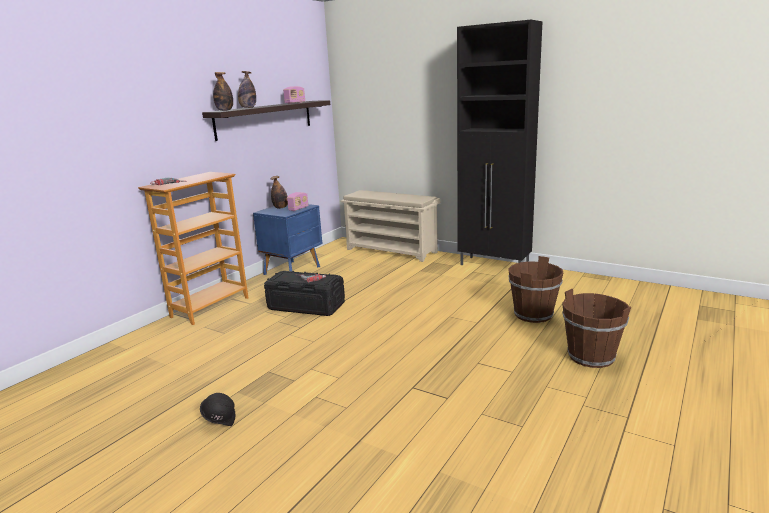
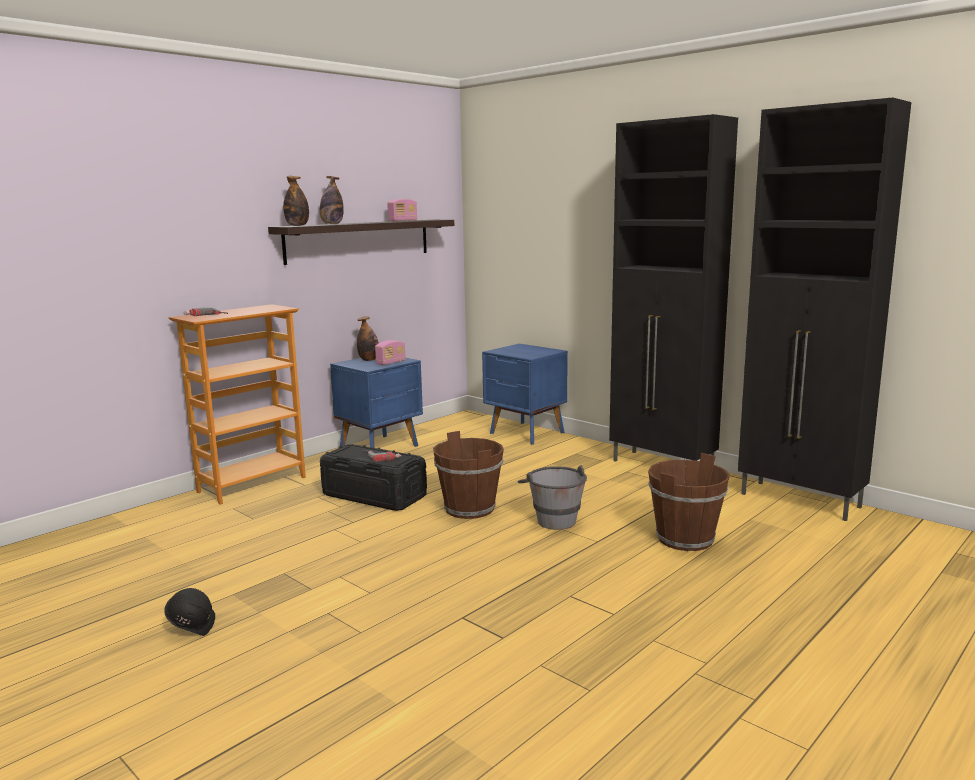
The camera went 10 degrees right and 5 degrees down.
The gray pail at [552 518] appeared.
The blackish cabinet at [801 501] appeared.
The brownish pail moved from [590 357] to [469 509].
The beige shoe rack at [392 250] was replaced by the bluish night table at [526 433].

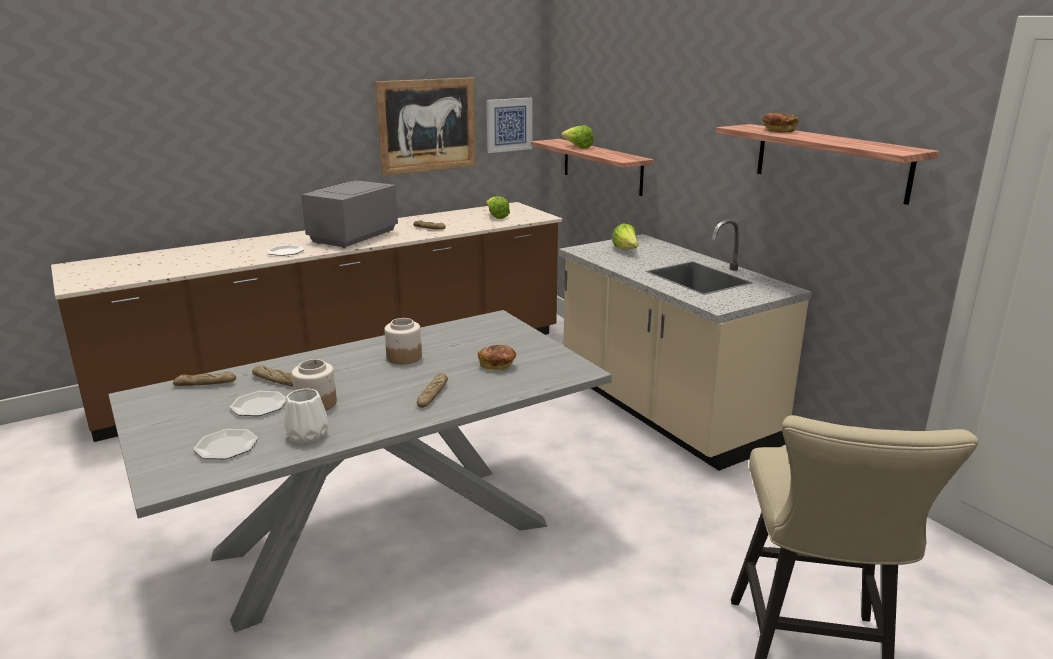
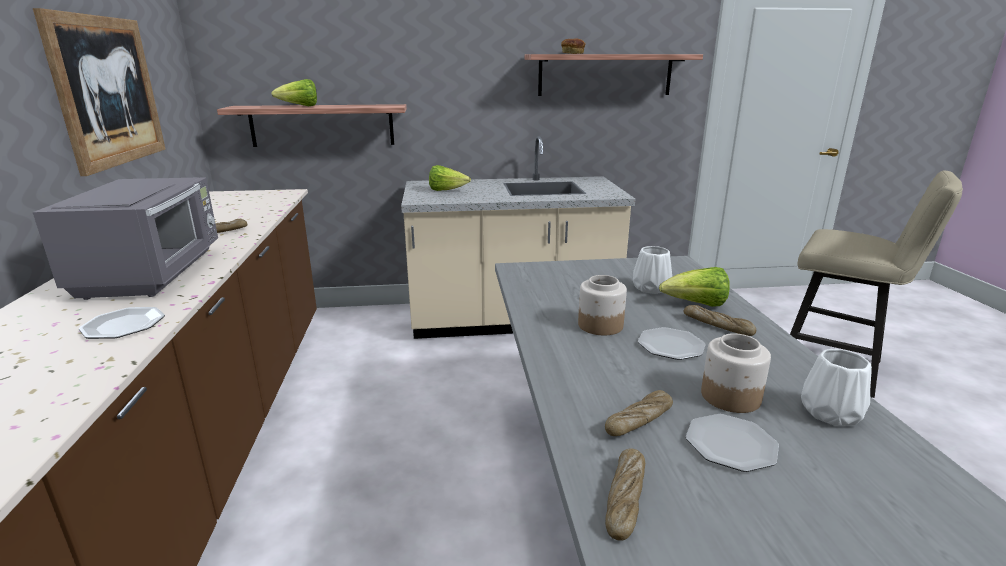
The camera went 65 degrees left and 0 degrees up.
The picture at [509 124] disappeared.
The flat dish moved from [226 447] to [671 346].
The lettuce head moved from [496 217] to [696 305].
The bakery bread at [497 366] was replaced by the whitish vase at [651 288].
The gray microwave oven at [352 237] turned 150 degrees counterclockwise.

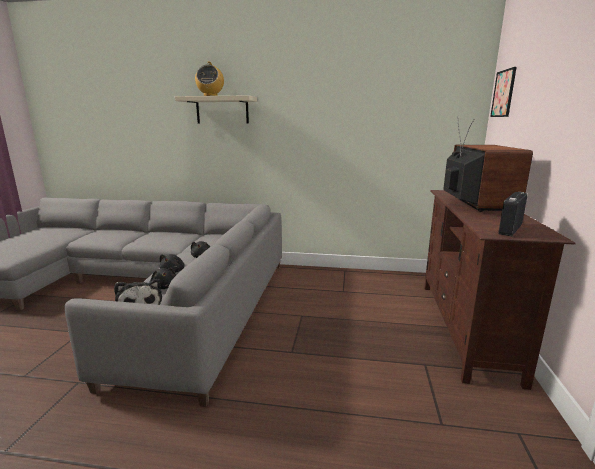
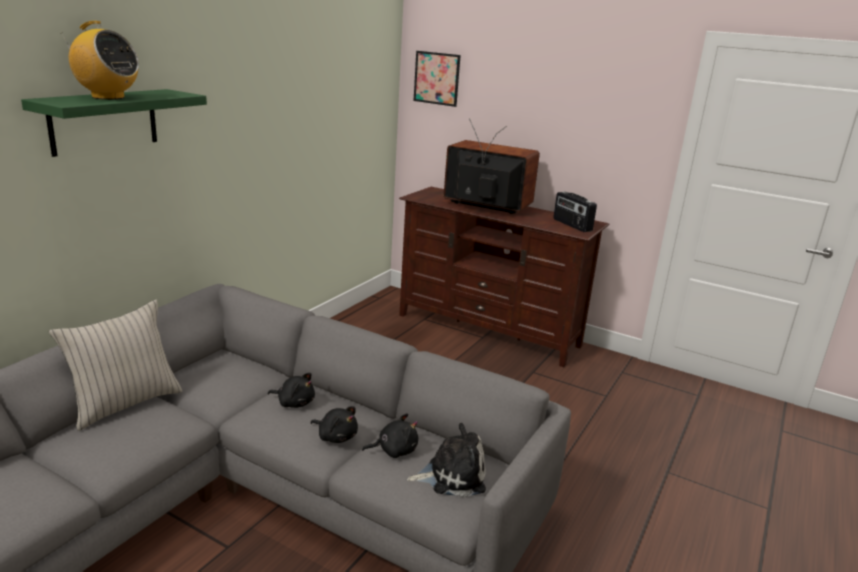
The camera went 70 degrees left and 5 degrees up.
The beige throw pillow at [124 403] appeared.
The beige bracket shelf at [222 110] became the greenish bracket shelf at [104 121].

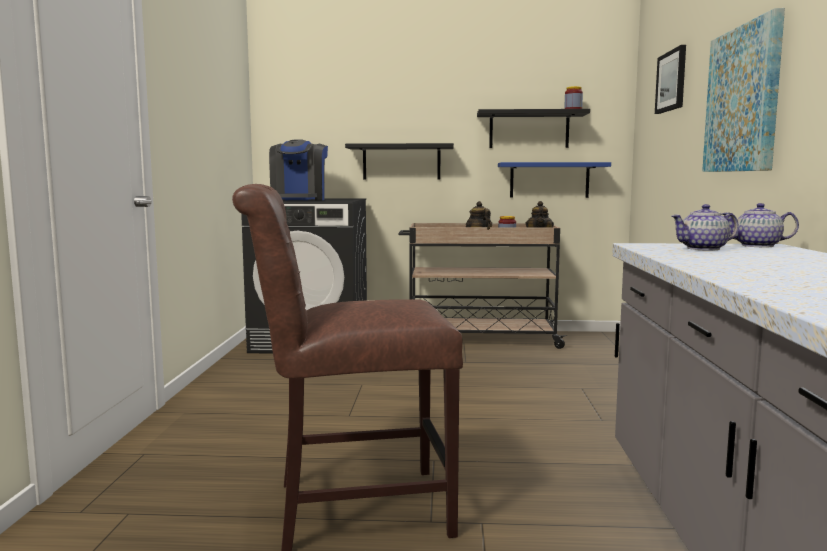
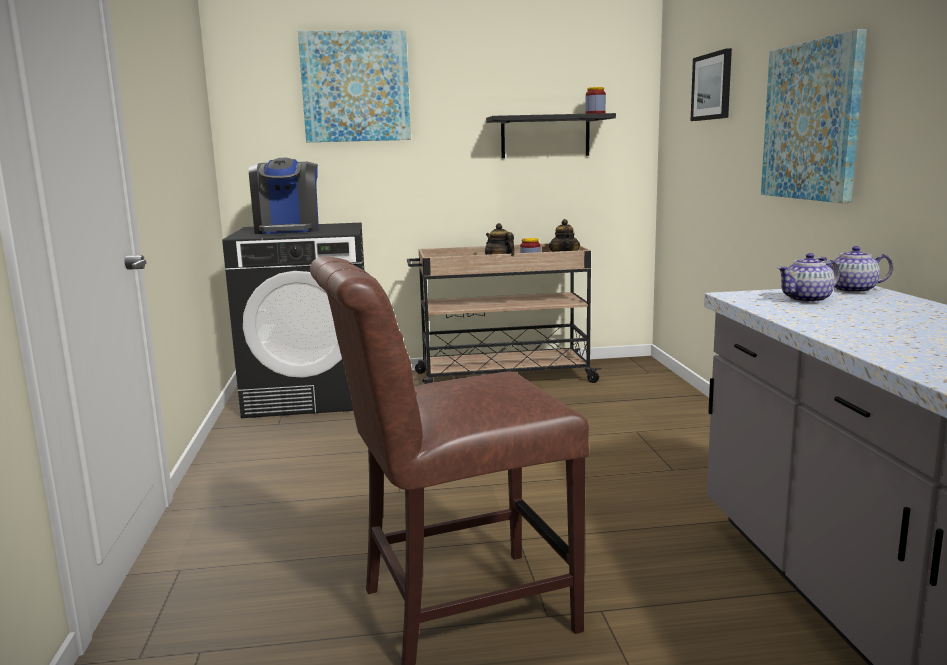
The camera went 10 degrees left and 5 degrees up.
The blackish bracket shelf at [401 162] disappeared.
The bluish bracket shelf at [549 180] disappeared.
The picture at [355 87] appeared.

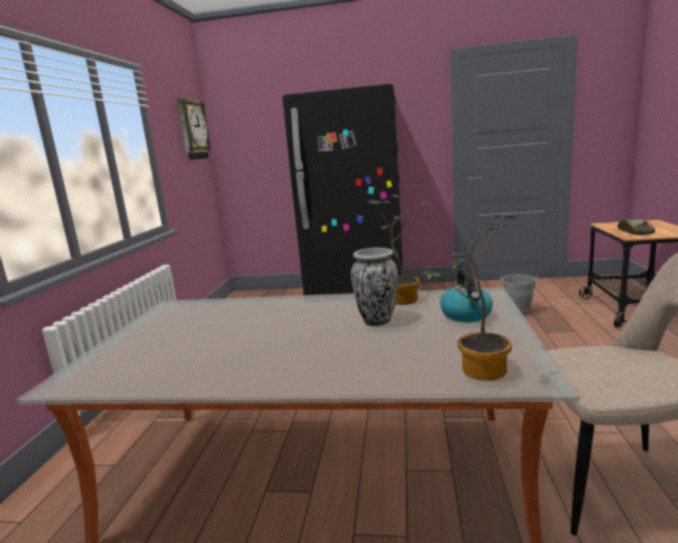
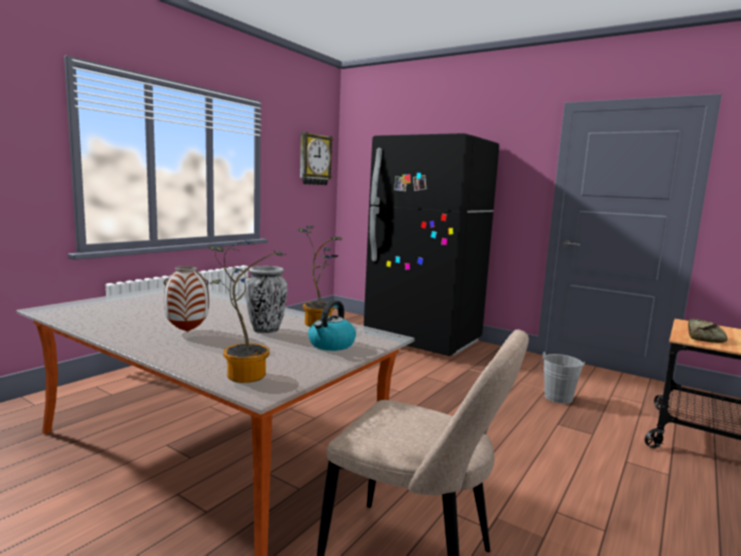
The camera went 25 degrees right and 5 degrees down.
The vase at [188 331] appeared.

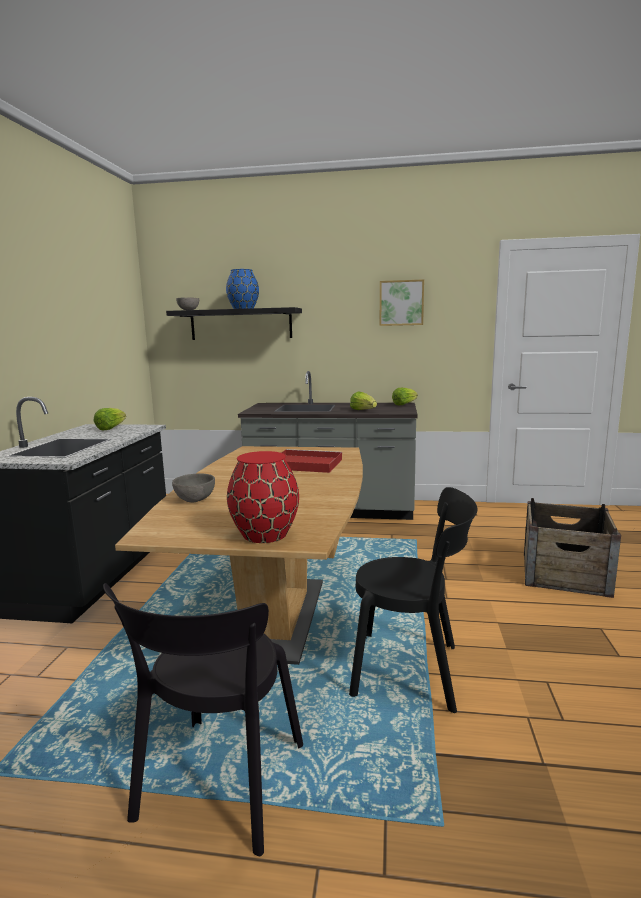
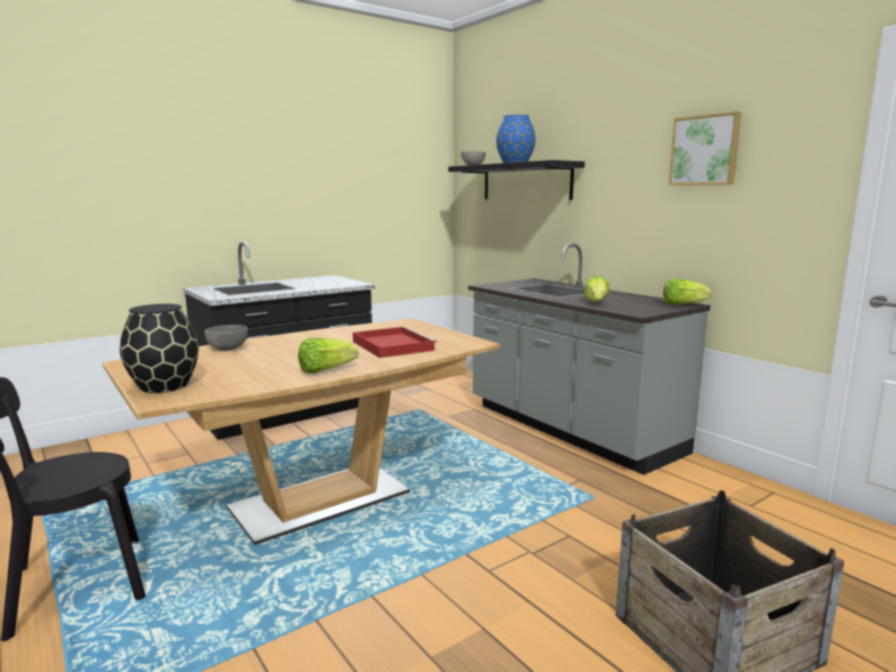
The camera went 45 degrees right and 0 degrees up.
The blackish chair at [412 671] disappeared.
The lettuce head moved from [111 428] to [325 370].
The red vase at [266 534] became the blackish vase at [164 386].

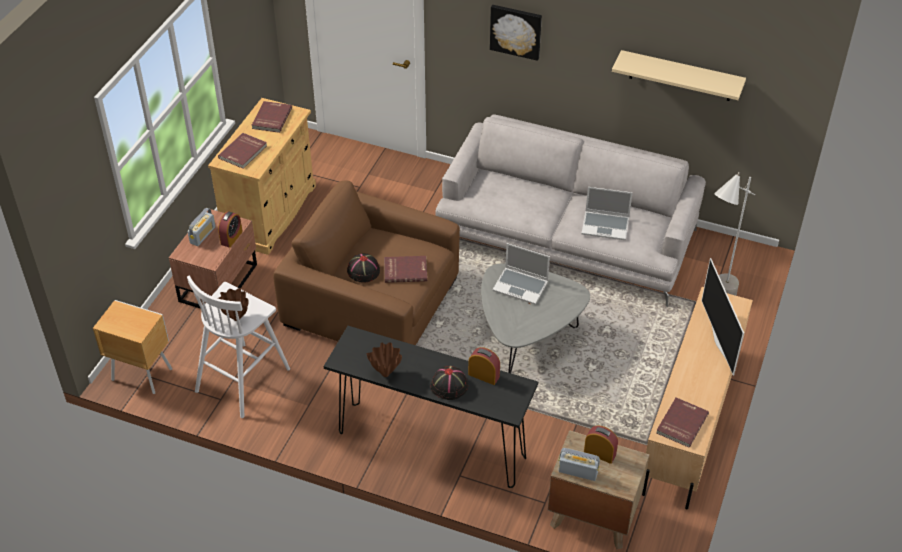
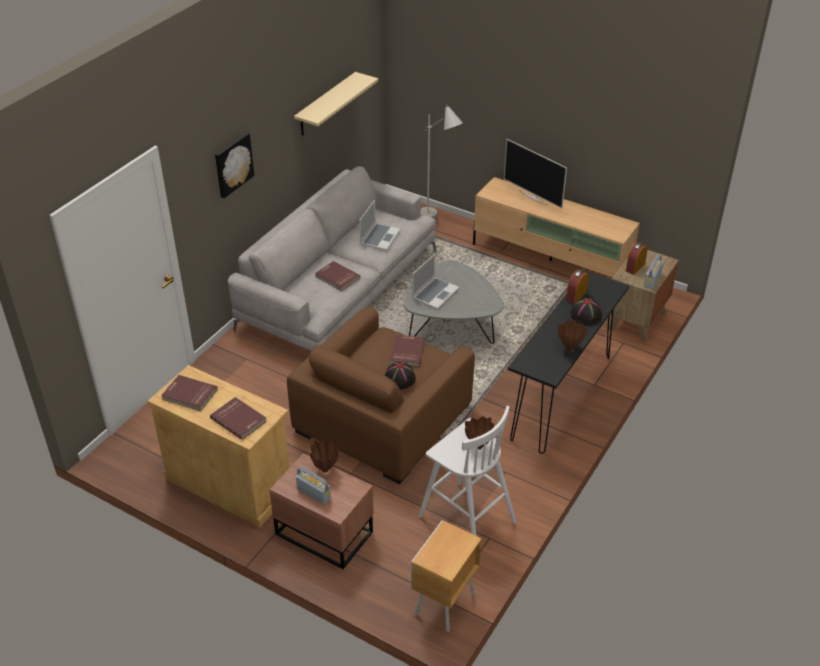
The camera went 80 degrees left and 5 degrees down.
The red volume moved from [681 423] to [337 277].
The alarm clock at [231 238] was replaced by the brownish vase at [325 470].
The TV set at [720 342] turned 45 degrees clockwise.

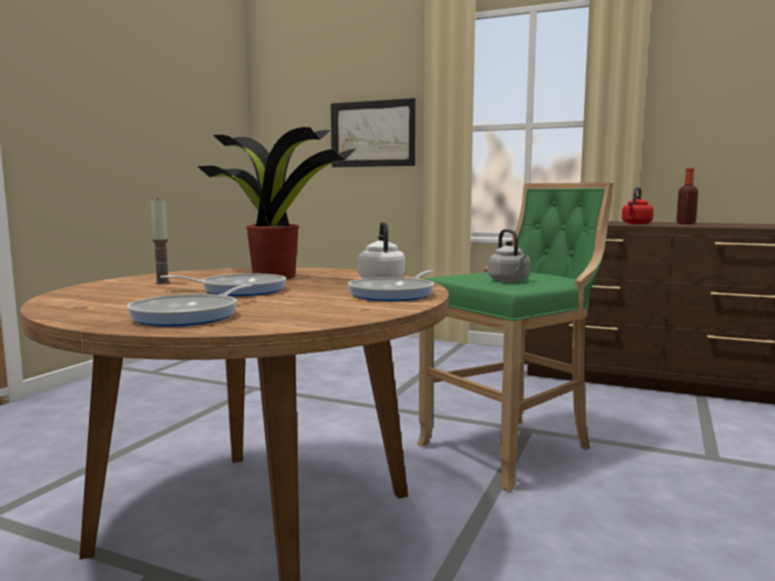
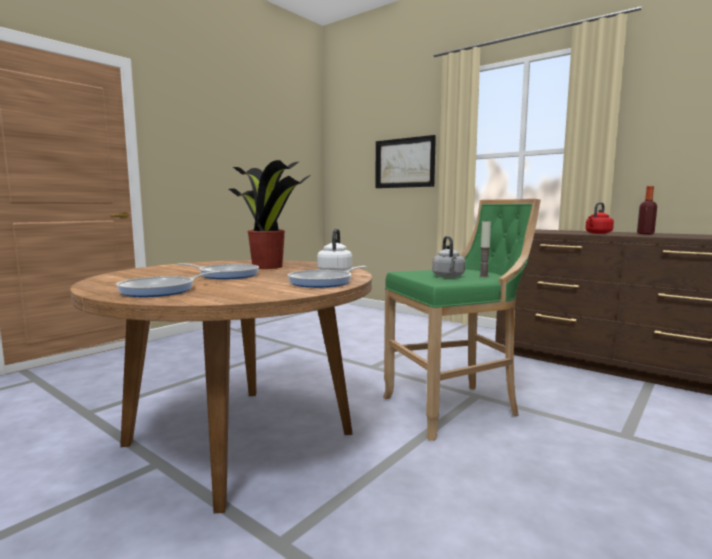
The camera went 15 degrees right and 0 degrees up.
The wax candle moved from [162 283] to [484 276].

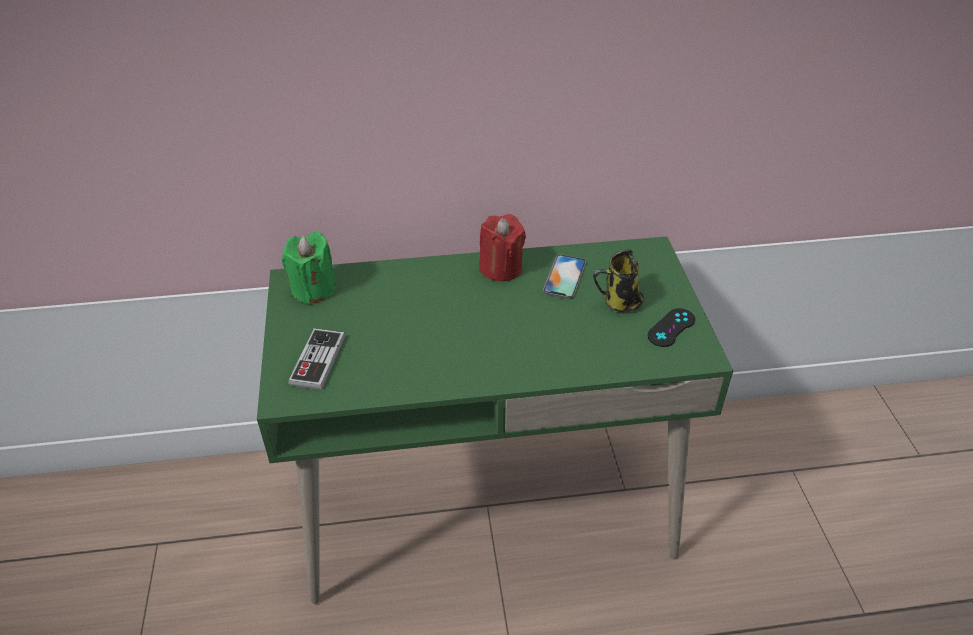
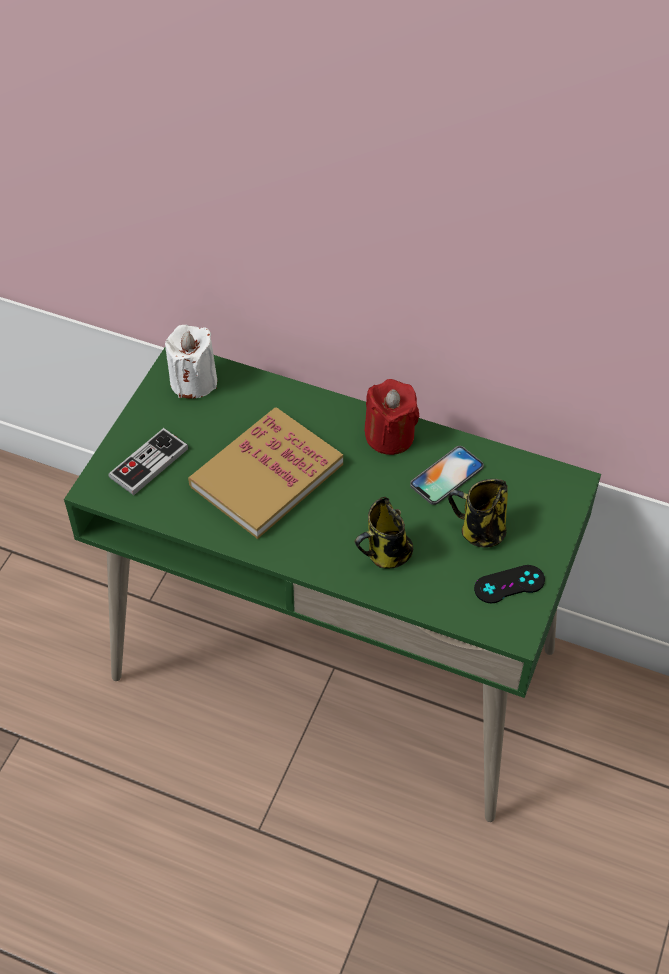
The camera went 30 degrees right and 10 degrees up.
The volume at [266 475] appeared.
The coffee mug at [385 554] appeared.
The greenish wax candle at [313 289] became the whitish wax candle at [193 381].

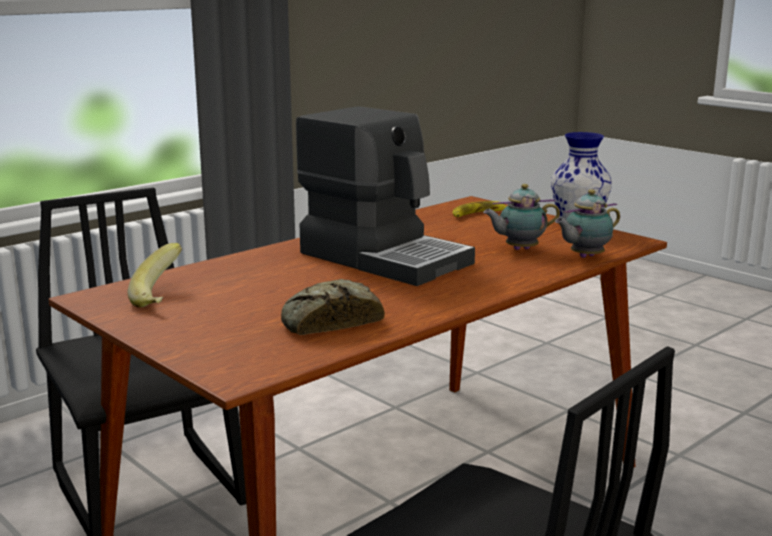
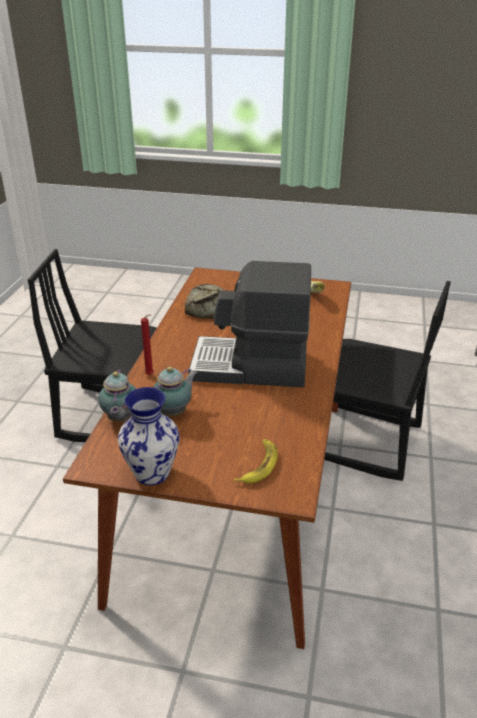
The camera went 145 degrees right and 15 degrees up.
The red wax candle at [150 375] appeared.
The pot for tea at [584 257] turned 150 degrees clockwise.

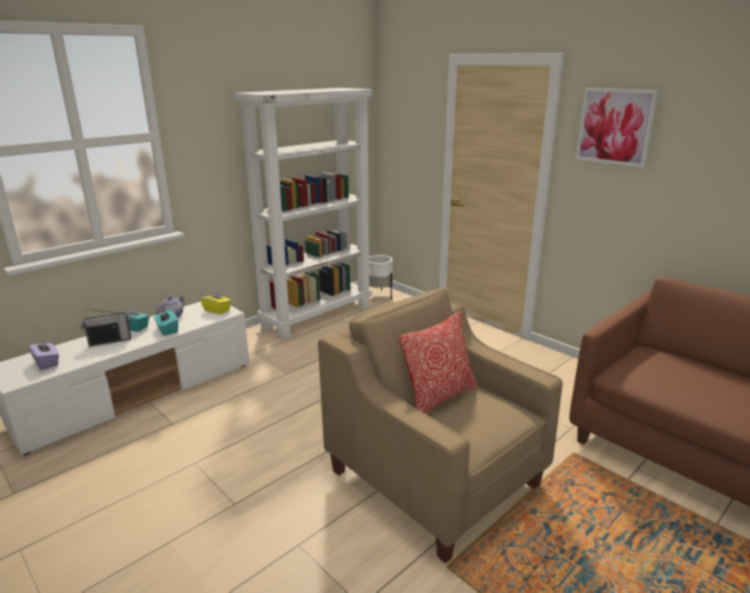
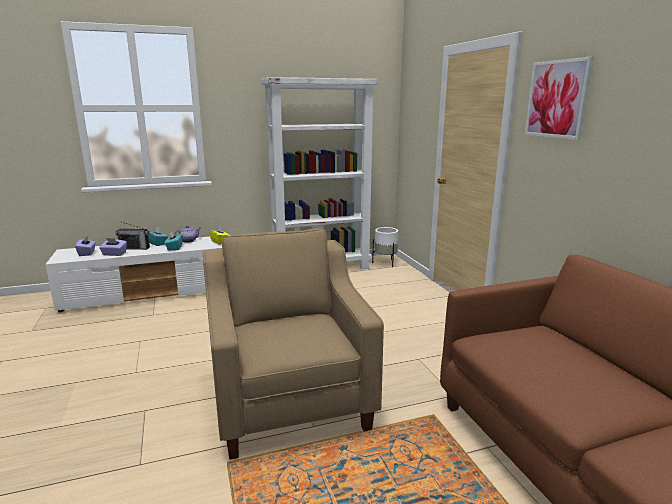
The camera went 25 degrees right and 5 degrees down.
The throw pillow at [439 397] disappeared.
The purple-coloured tissue box at [114 254] appeared.

